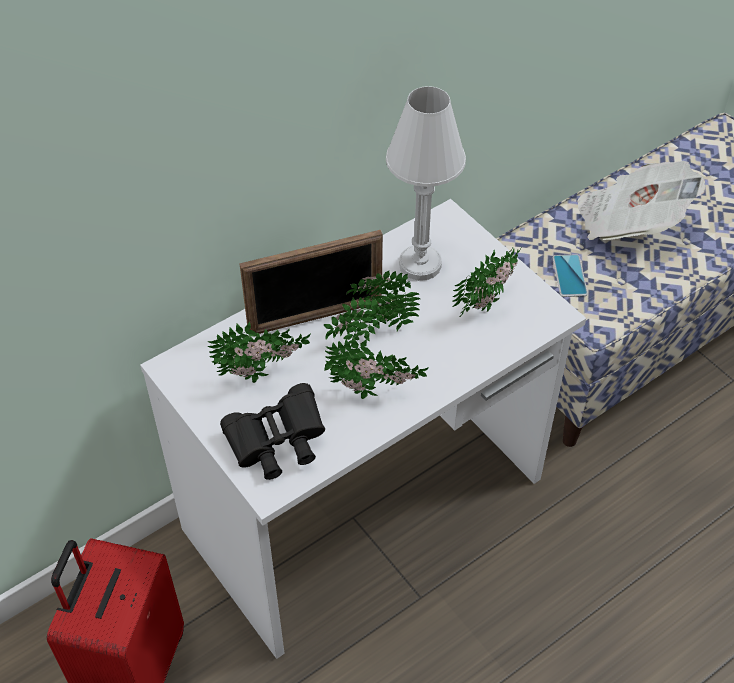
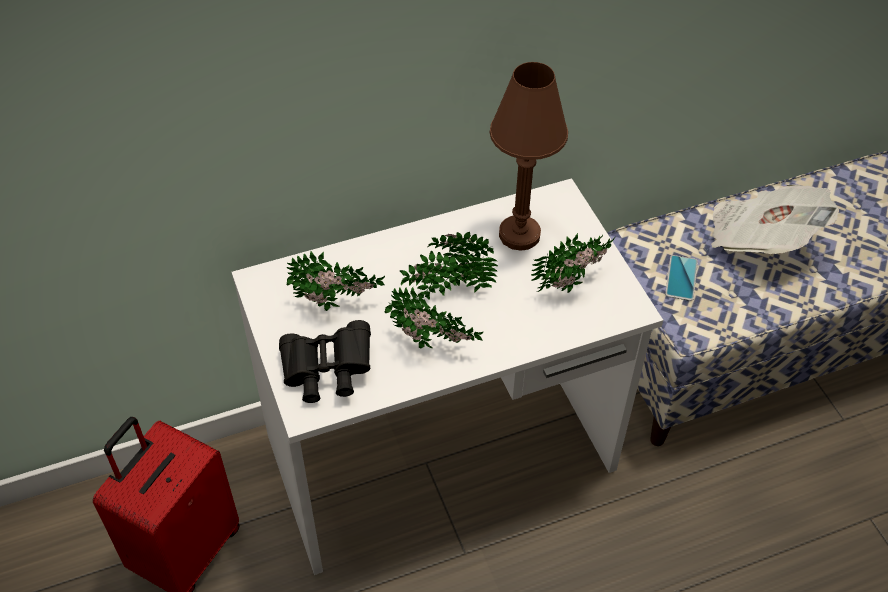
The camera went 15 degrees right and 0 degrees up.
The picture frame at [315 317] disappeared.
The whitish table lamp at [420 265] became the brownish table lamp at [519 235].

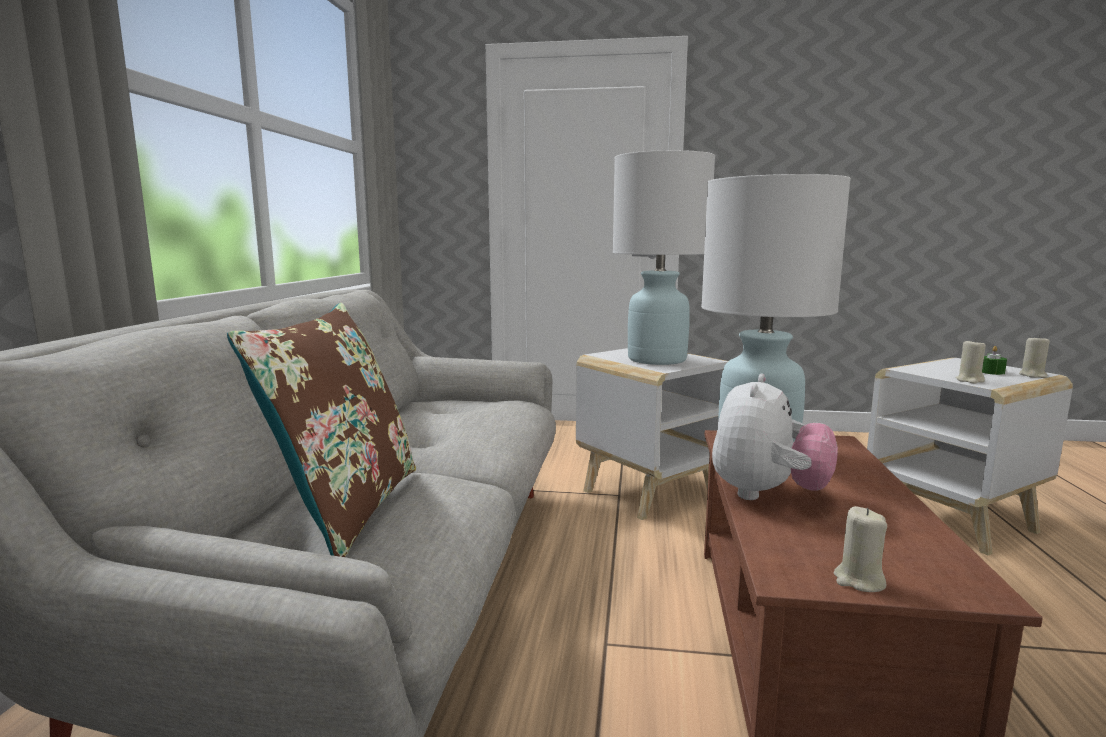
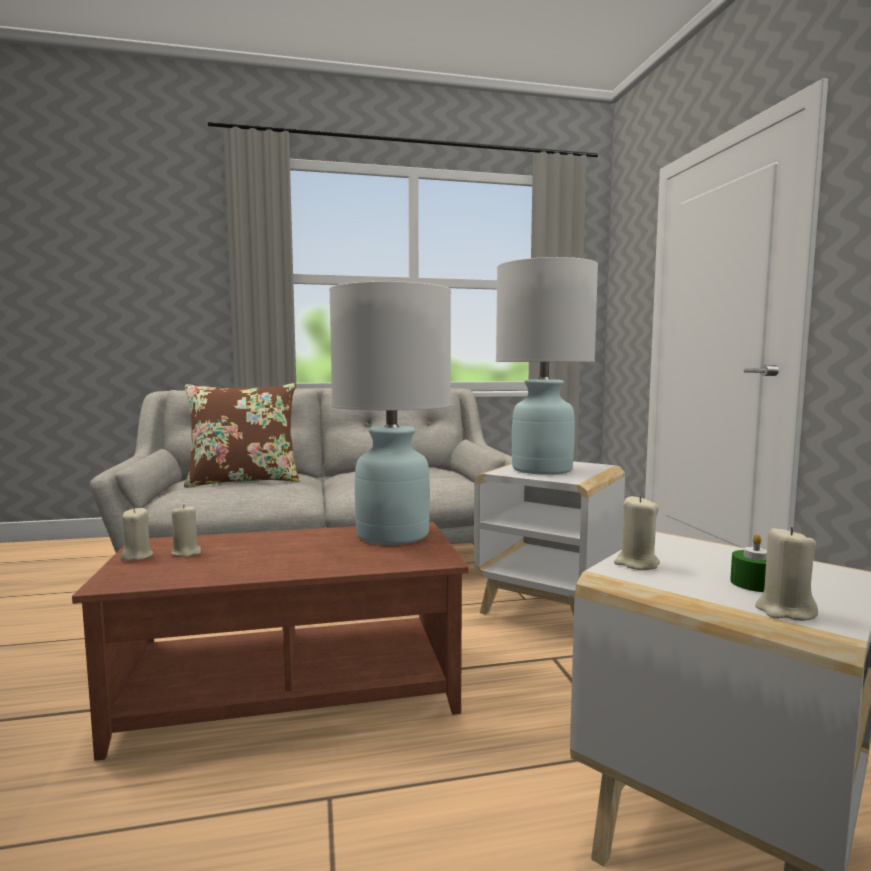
The camera went 70 degrees right and 5 degrees down.
The soft toy at [767 494] disappeared.
The beige wax candle at [186 552] appeared.

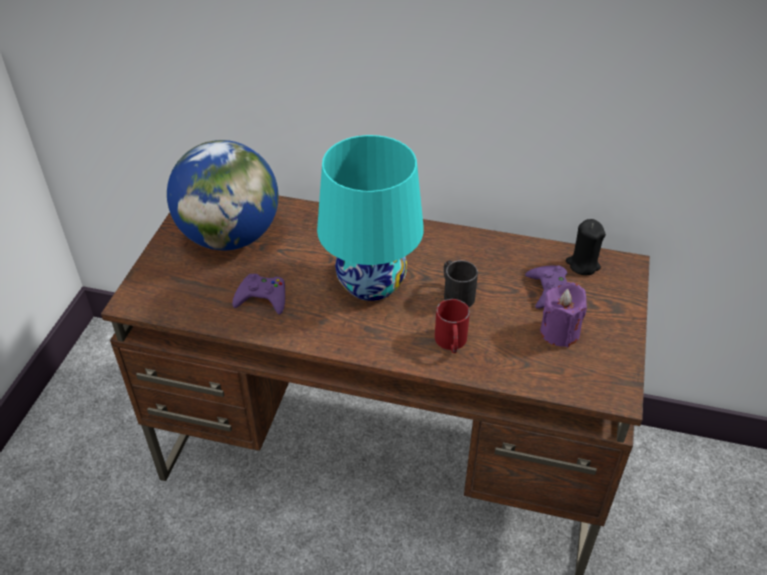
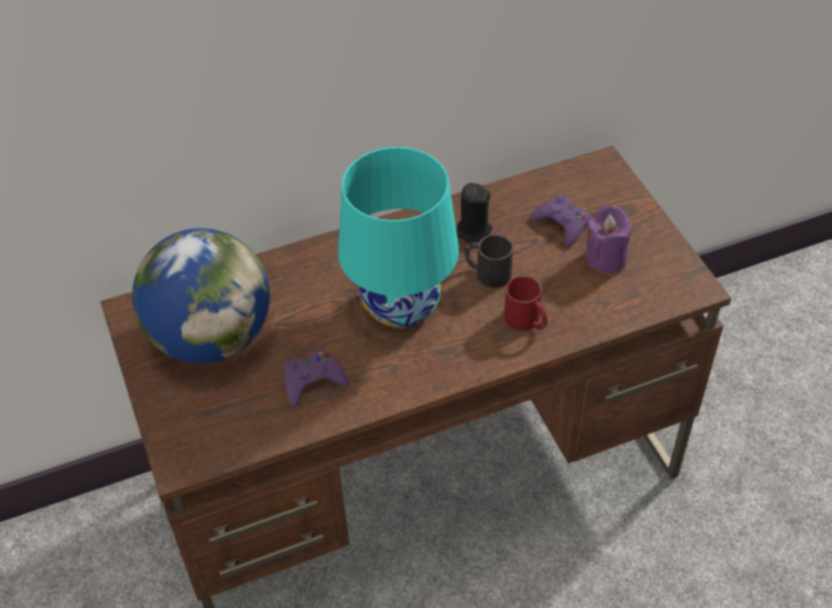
The camera went 35 degrees left and 5 degrees up.
The blackish wax candle moved from [582 264] to [473 231].

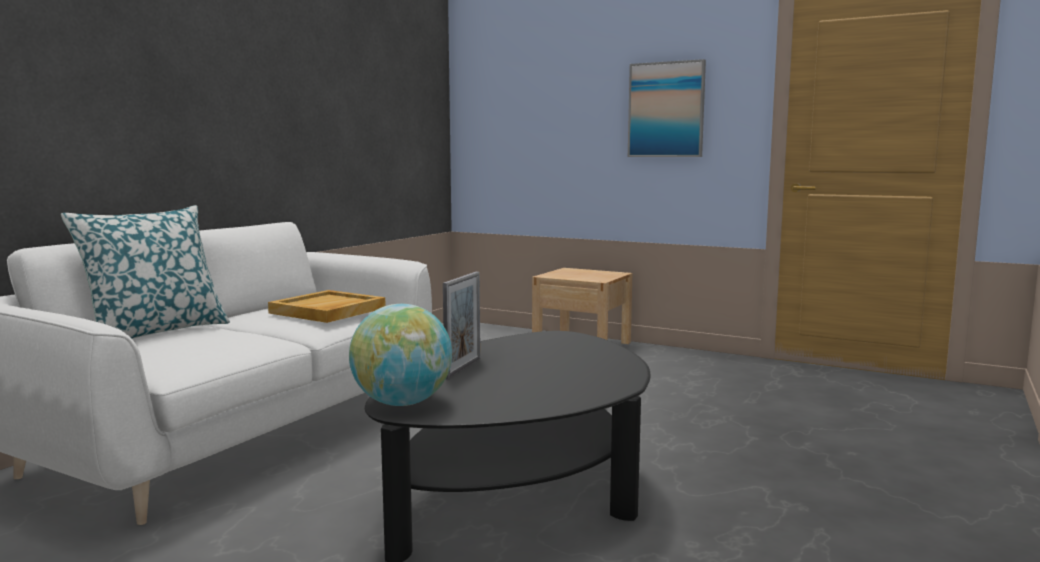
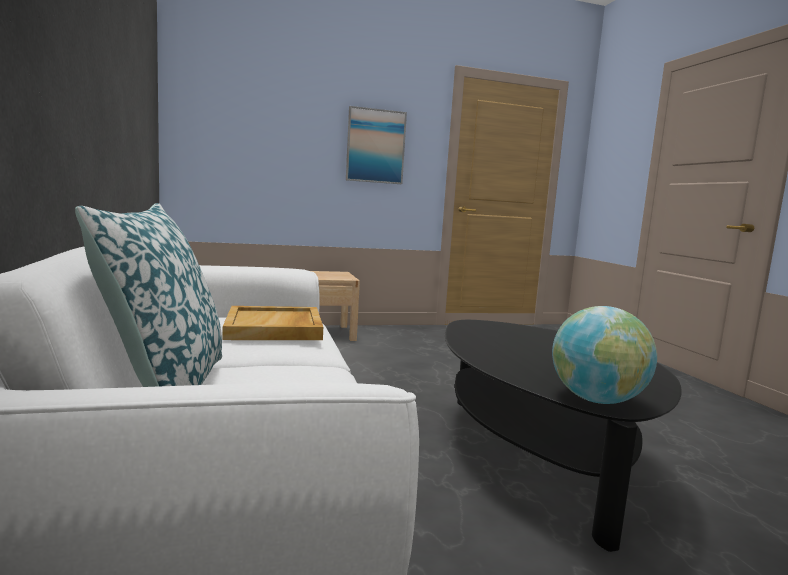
The camera went 45 degrees left and 0 degrees up.
The picture frame at [463 368] disappeared.

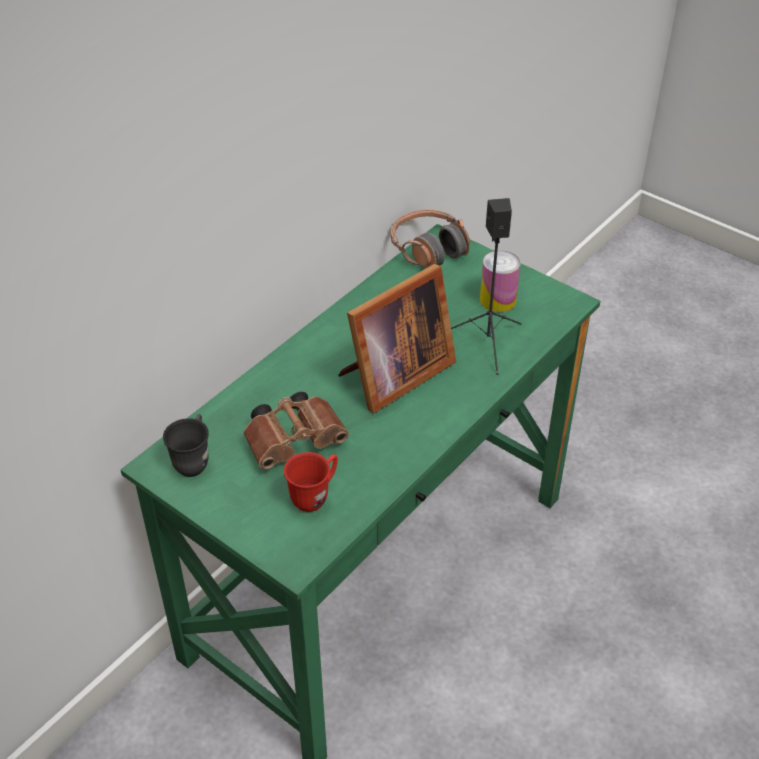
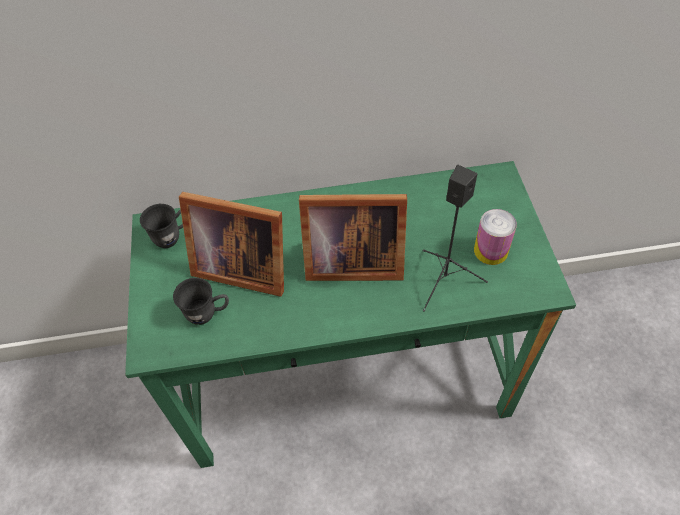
The camera went 45 degrees right and 10 degrees up.
The headset at [429 249] disappeared.
The brownish binoculars at [297 441] was replaced by the picture frame at [240 266].
The red coffee mug at [315 496] became the gray coffee mug at [208 314].

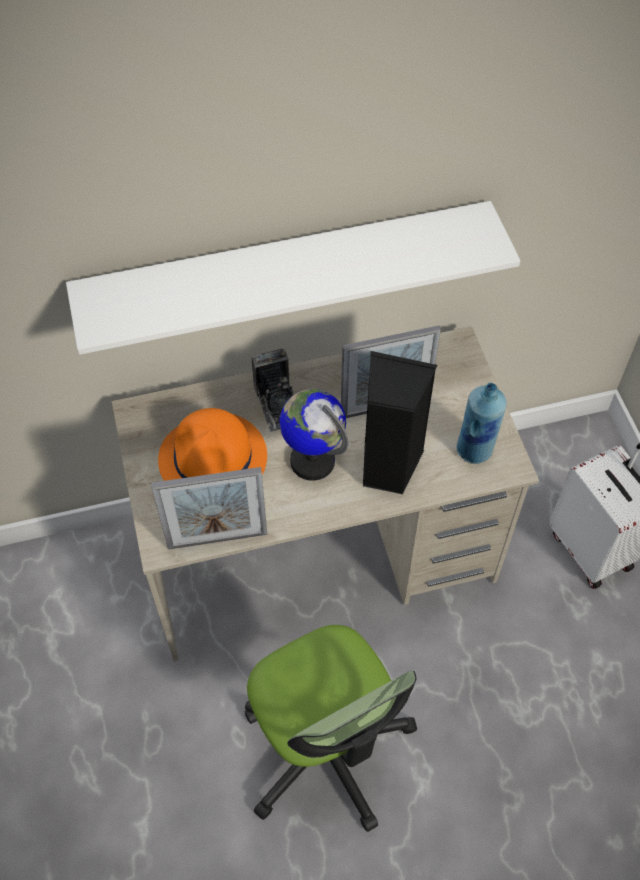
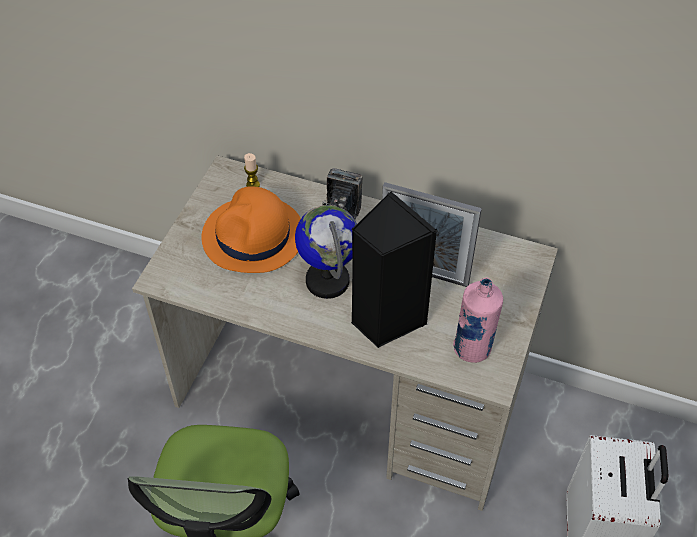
The camera went 35 degrees right and 5 degrees down.
The whitish bracket shelf at [285 271] disappeared.
The picture frame at [217 539] disappeared.
The wax candle at [253 185] appeared.
The bluish beverage bottle at [475 450] became the pinkish beverage bottle at [472 349].

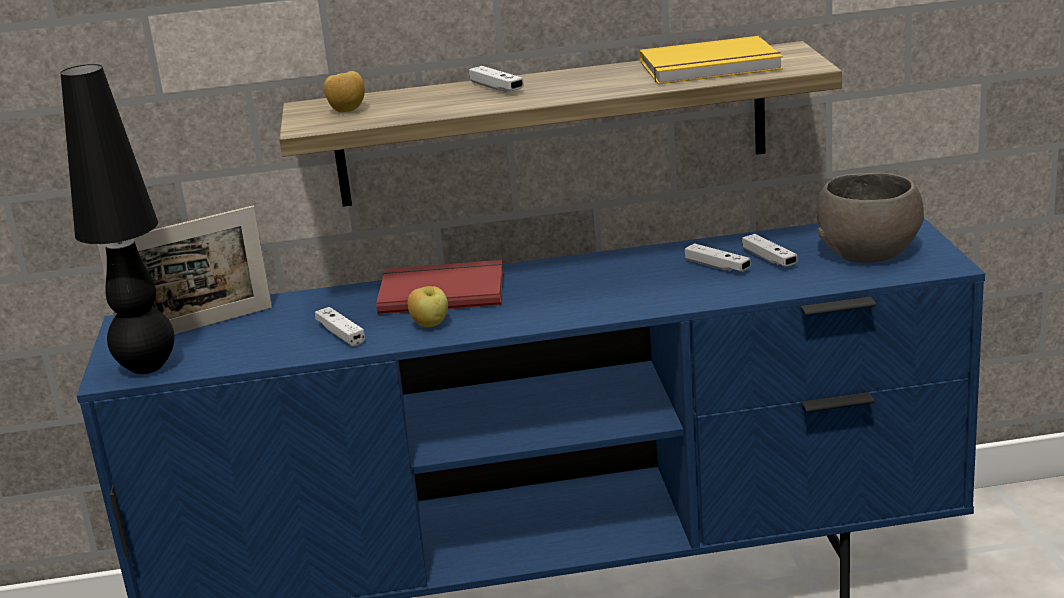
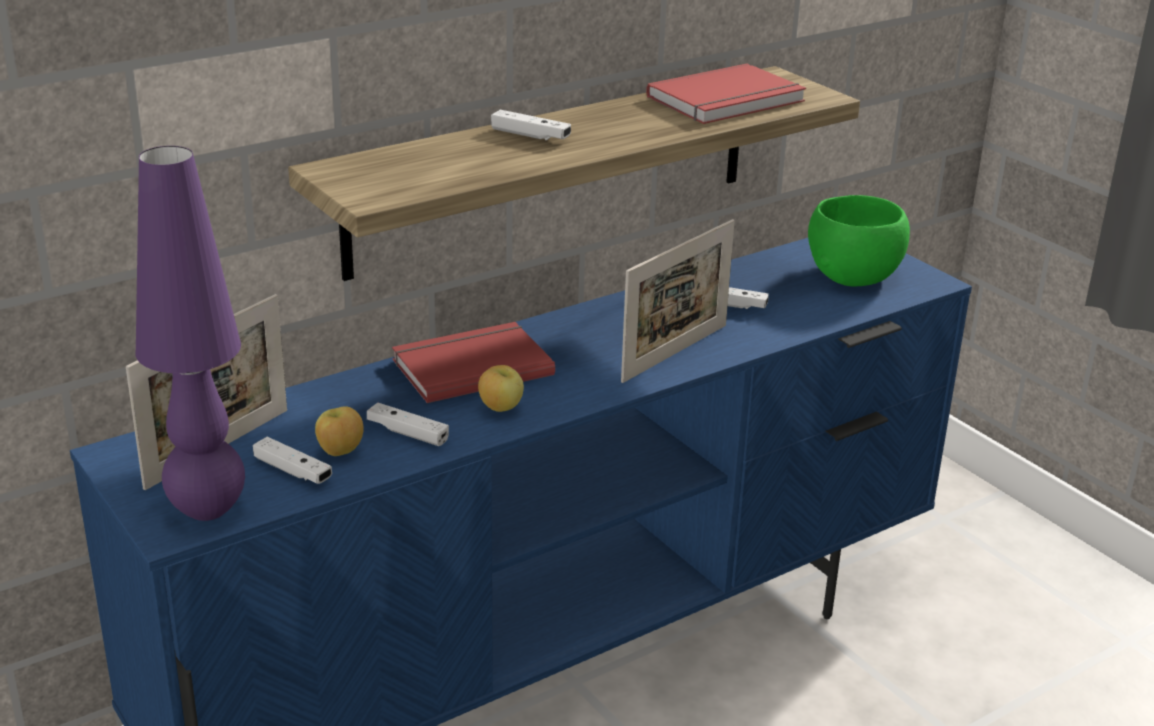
The camera went 30 degrees left and 5 degrees up.
The picture frame at [675 353] appeared.
The apple fruit moved from [347 111] to [340 452].
The whitish gamepad moved from [769 259] to [292 471].
The blackish table lamp at [147 367] became the purple-coloured table lamp at [206 510].
The yellow-coloured volume at [711 67] became the red volume at [729 100].
The gray bowl at [868 251] became the greenish bowl at [852 274].

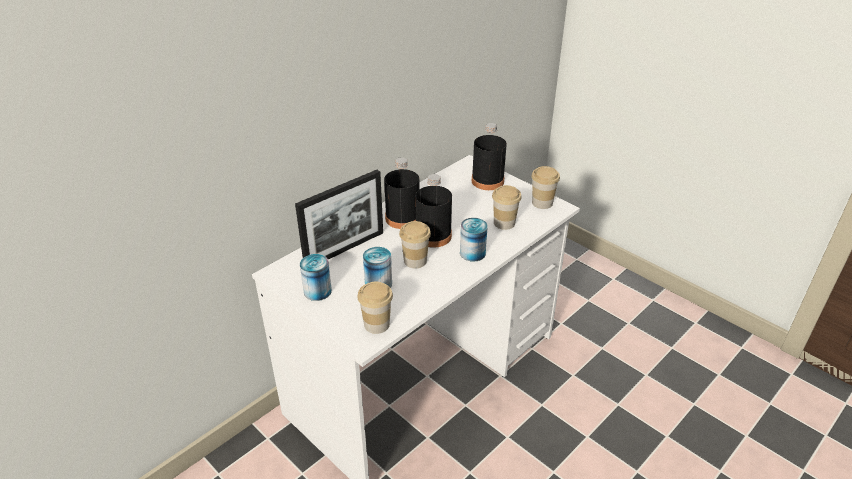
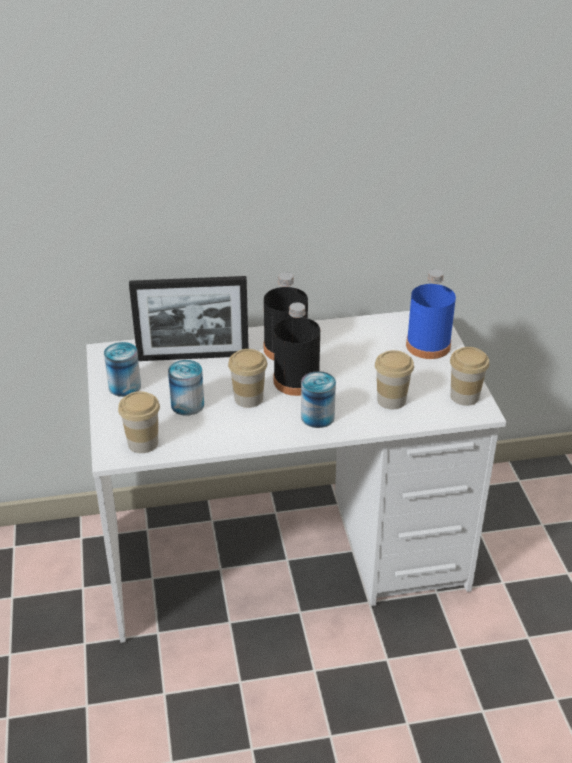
The camera went 35 degrees right and 0 degrees up.
The blackish beverage bottle at [487 181] became the bluish beverage bottle at [428 345].

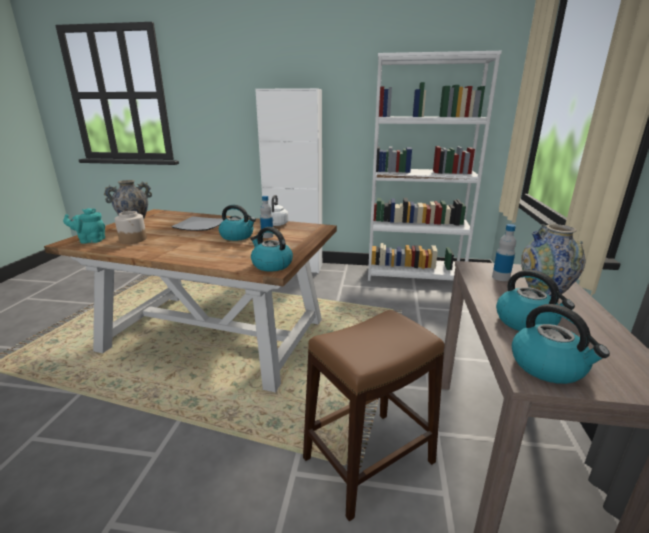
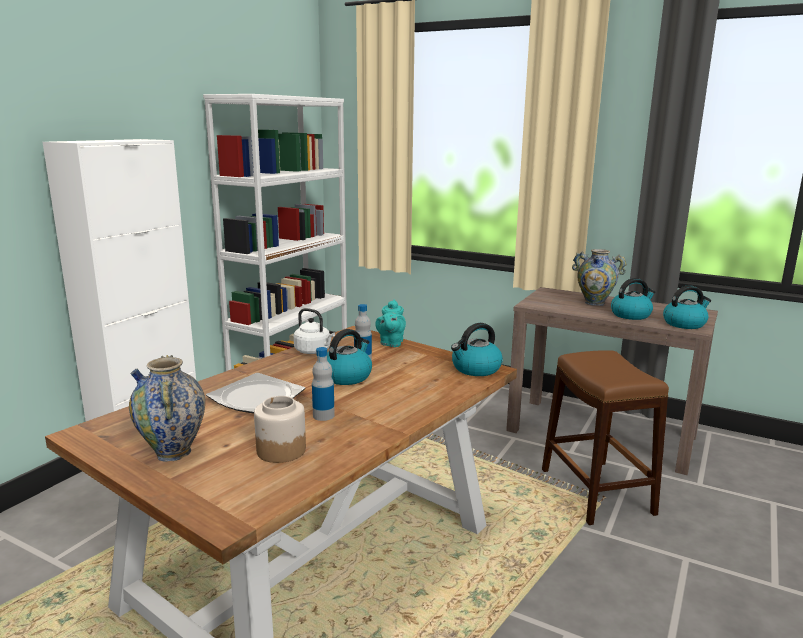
The camera went 70 degrees left and 5 degrees down.
The turquoise-coloured pot for tea moved from [90 240] to [391 343].
The beverage bottle moved from [500 277] to [323 415].

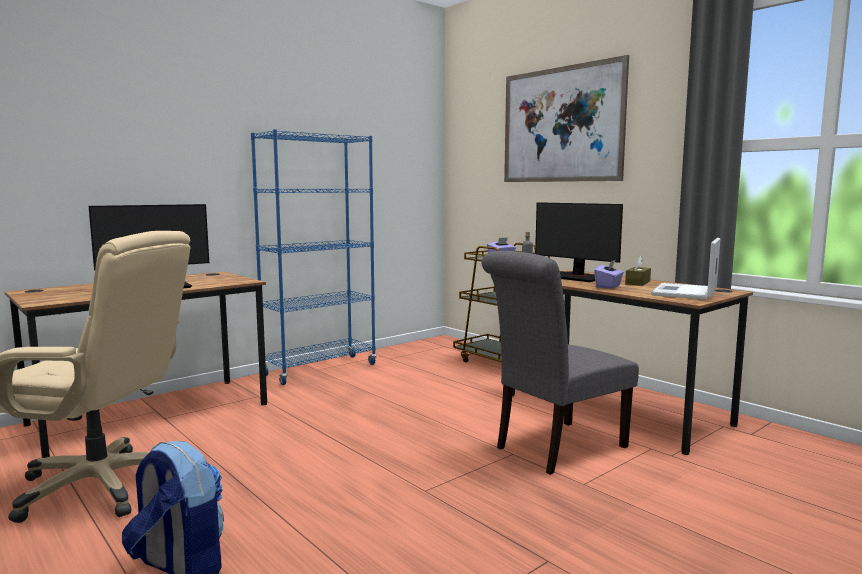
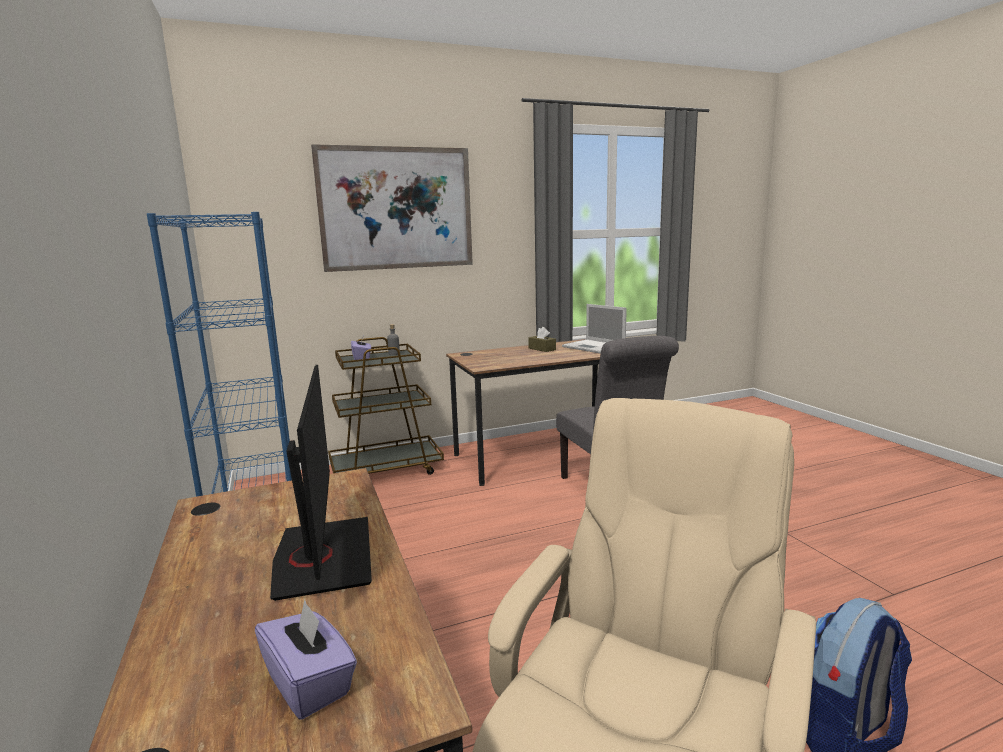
The camera went 70 degrees left and 5 degrees up.
The monitor at [576 277] disappeared.
The purple-coloured tissue box moved from [608 286] to [310 683].

